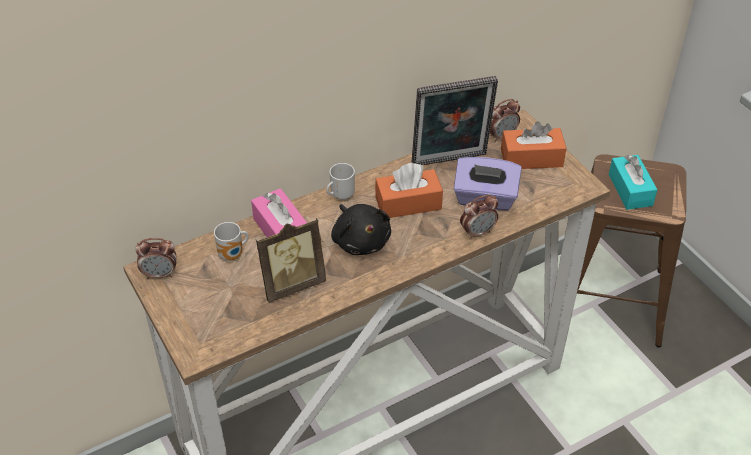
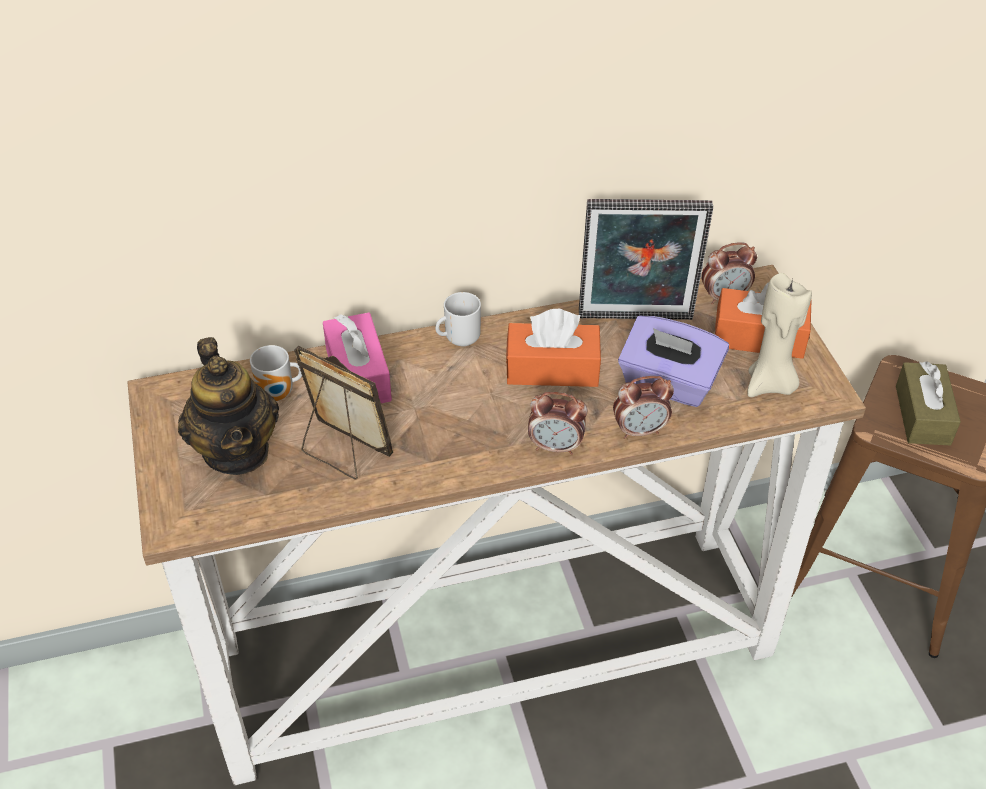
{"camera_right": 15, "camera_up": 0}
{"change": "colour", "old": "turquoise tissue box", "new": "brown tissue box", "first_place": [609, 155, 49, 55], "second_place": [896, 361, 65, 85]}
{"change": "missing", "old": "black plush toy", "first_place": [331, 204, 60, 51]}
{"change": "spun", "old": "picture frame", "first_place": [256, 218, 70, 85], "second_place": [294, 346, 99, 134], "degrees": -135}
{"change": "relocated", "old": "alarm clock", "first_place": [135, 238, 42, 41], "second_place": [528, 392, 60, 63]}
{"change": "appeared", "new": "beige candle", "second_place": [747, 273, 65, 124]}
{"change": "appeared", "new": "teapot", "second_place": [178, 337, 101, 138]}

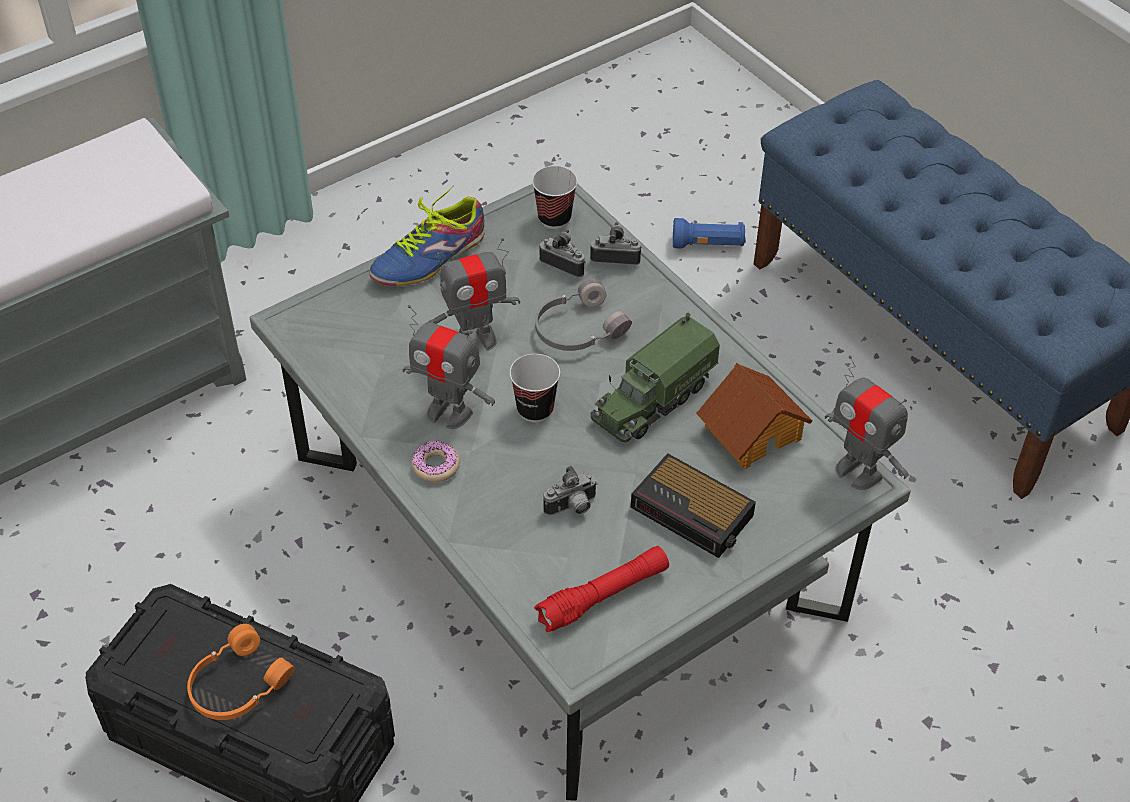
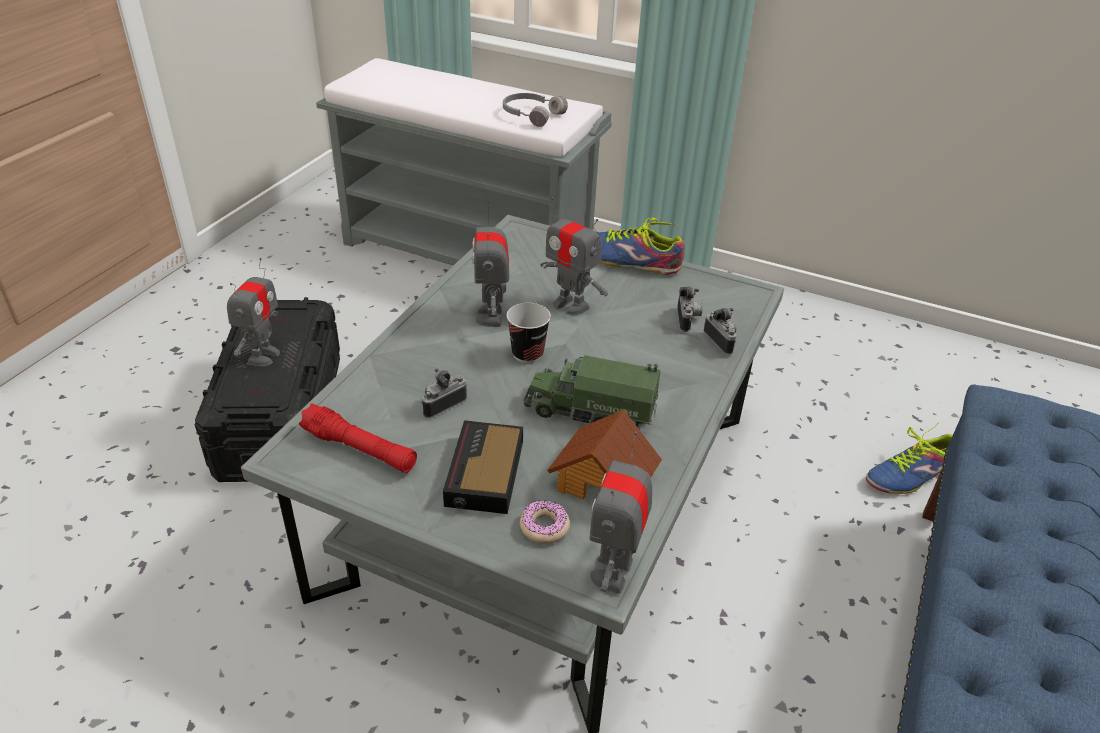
{"camera_right": 60, "camera_up": -10}
{"change": "missing", "old": "cup", "first_place": [532, 166, 46, 63]}
{"change": "exchanged", "old": "blue flashlight", "new": "shoe", "first_place": [673, 218, 73, 31], "second_place": [866, 423, 87, 71]}
{"change": "relocated", "old": "grey headphones", "first_place": [535, 278, 97, 73], "second_place": [503, 93, 65, 34]}
{"change": "relocated", "old": "donut", "first_place": [412, 441, 48, 41], "second_place": [520, 500, 50, 44]}
{"change": "spun", "old": "photo camera", "first_place": [543, 466, 54, 50], "second_place": [421, 368, 46, 50], "degrees": 105}
{"change": "exchanged", "old": "orange headphones", "new": "toy robot", "first_place": [187, 624, 108, 96], "second_place": [227, 258, 53, 108]}

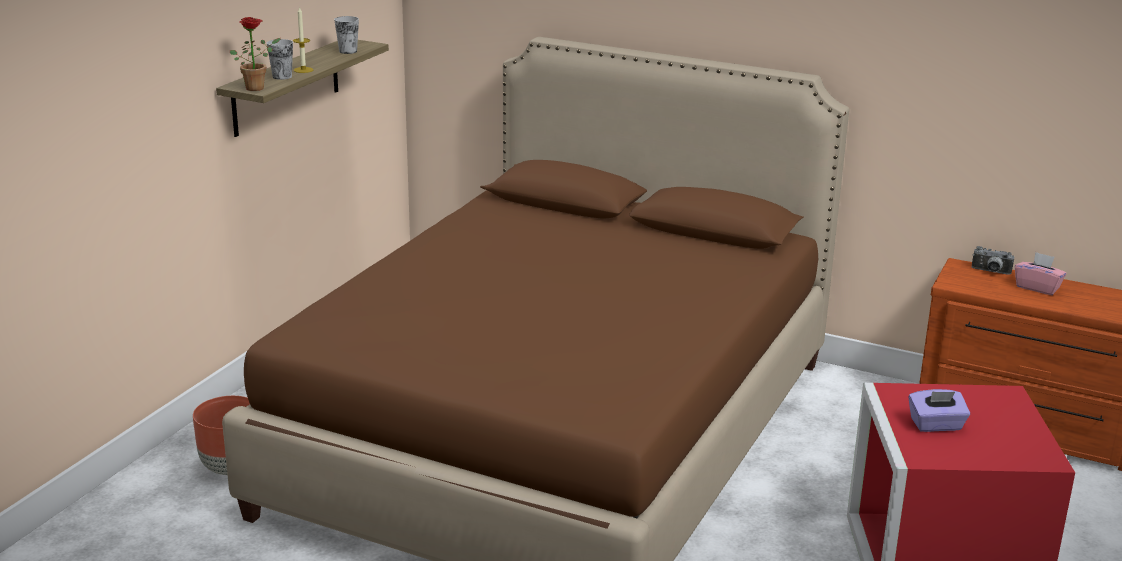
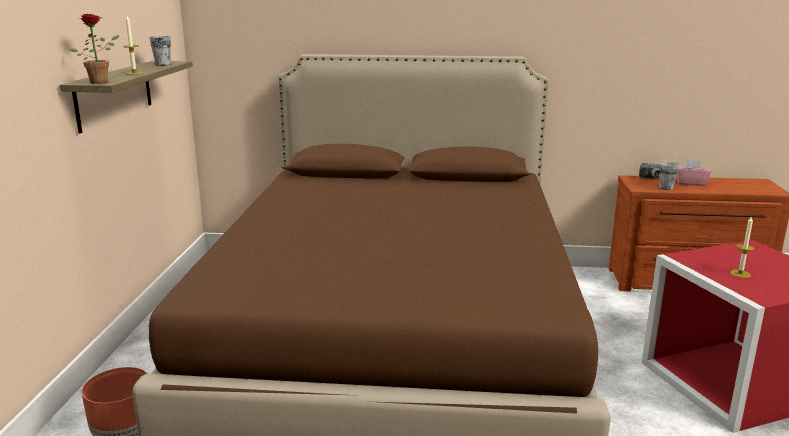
{"camera_right": -20, "camera_up": -5}
{"change": "relocated", "old": "cup", "first_place": [267, 39, 26, 41], "second_place": [659, 162, 20, 28]}
{"change": "exchanged", "old": "purple tissue box", "new": "candle", "first_place": [908, 389, 62, 43], "second_place": [730, 216, 25, 62]}

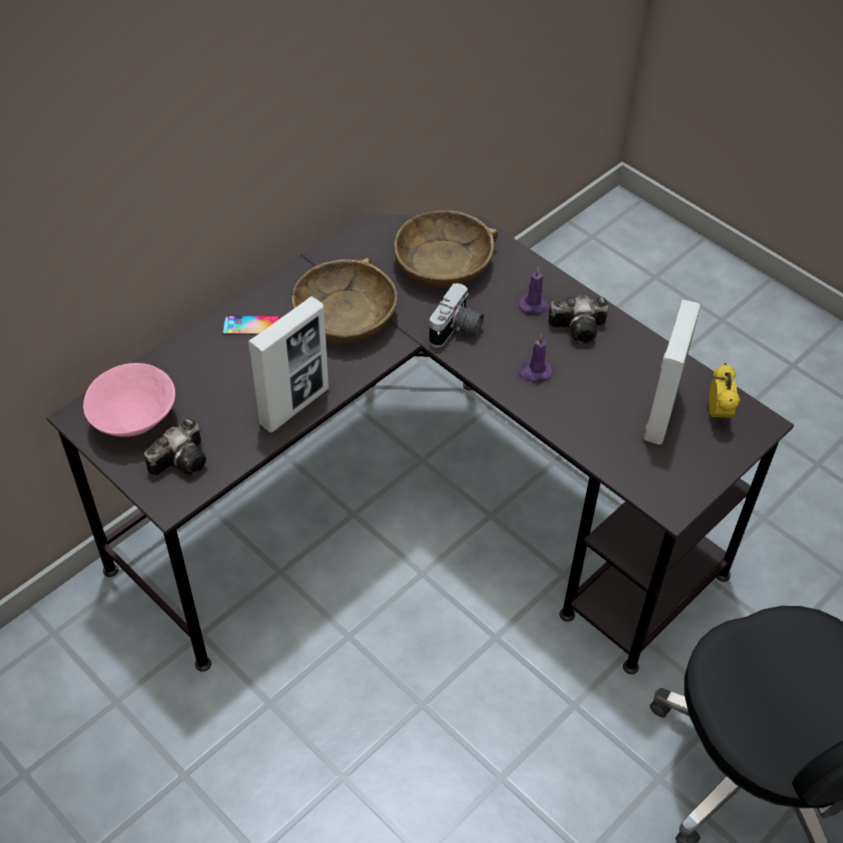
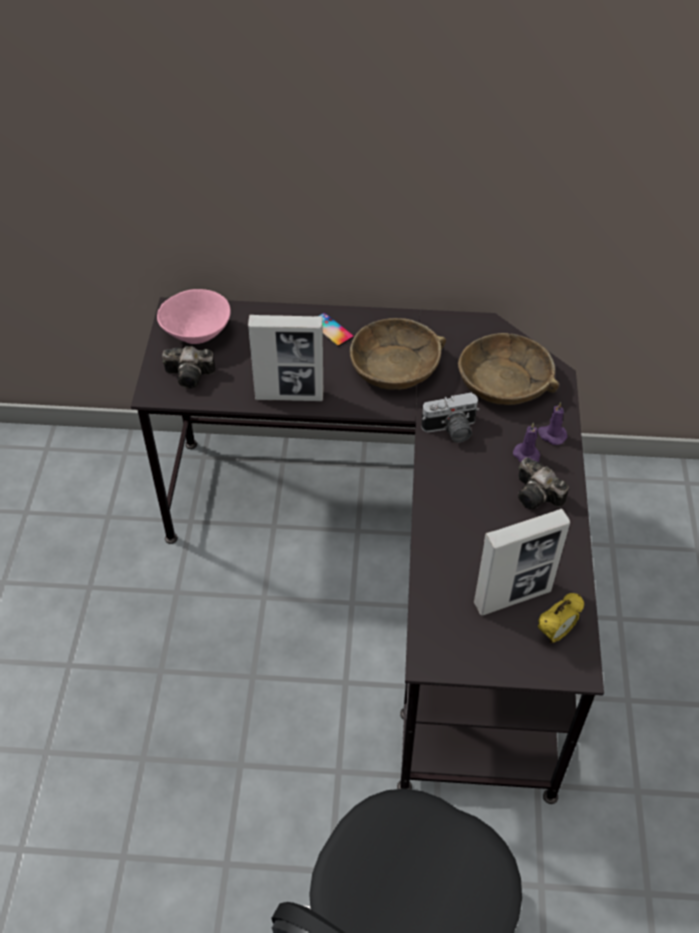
{"camera_right": 50, "camera_up": 0}
{"change": "relocated", "old": "purple candle", "first_place": [519, 334, 33, 48], "second_place": [538, 402, 30, 43]}

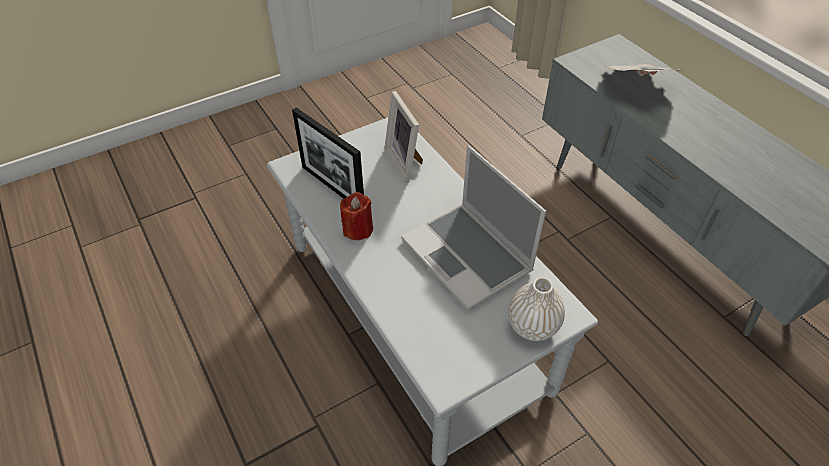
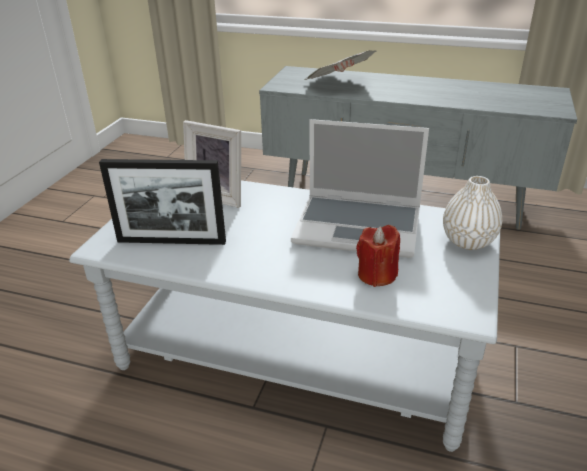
{"camera_right": -40, "camera_up": -15}
{"change": "relocated", "old": "red candle", "first_place": [340, 192, 33, 48], "second_place": [356, 225, 44, 62]}

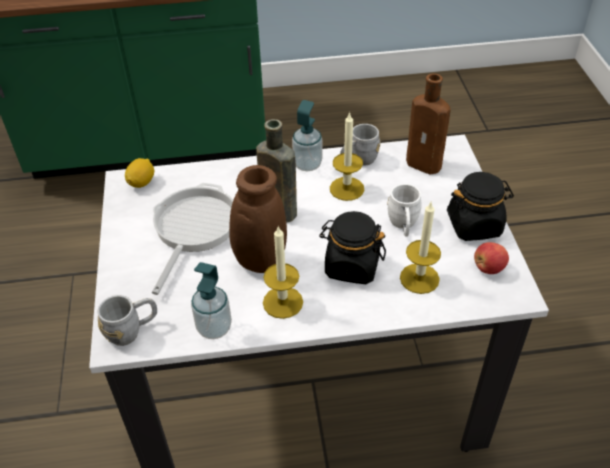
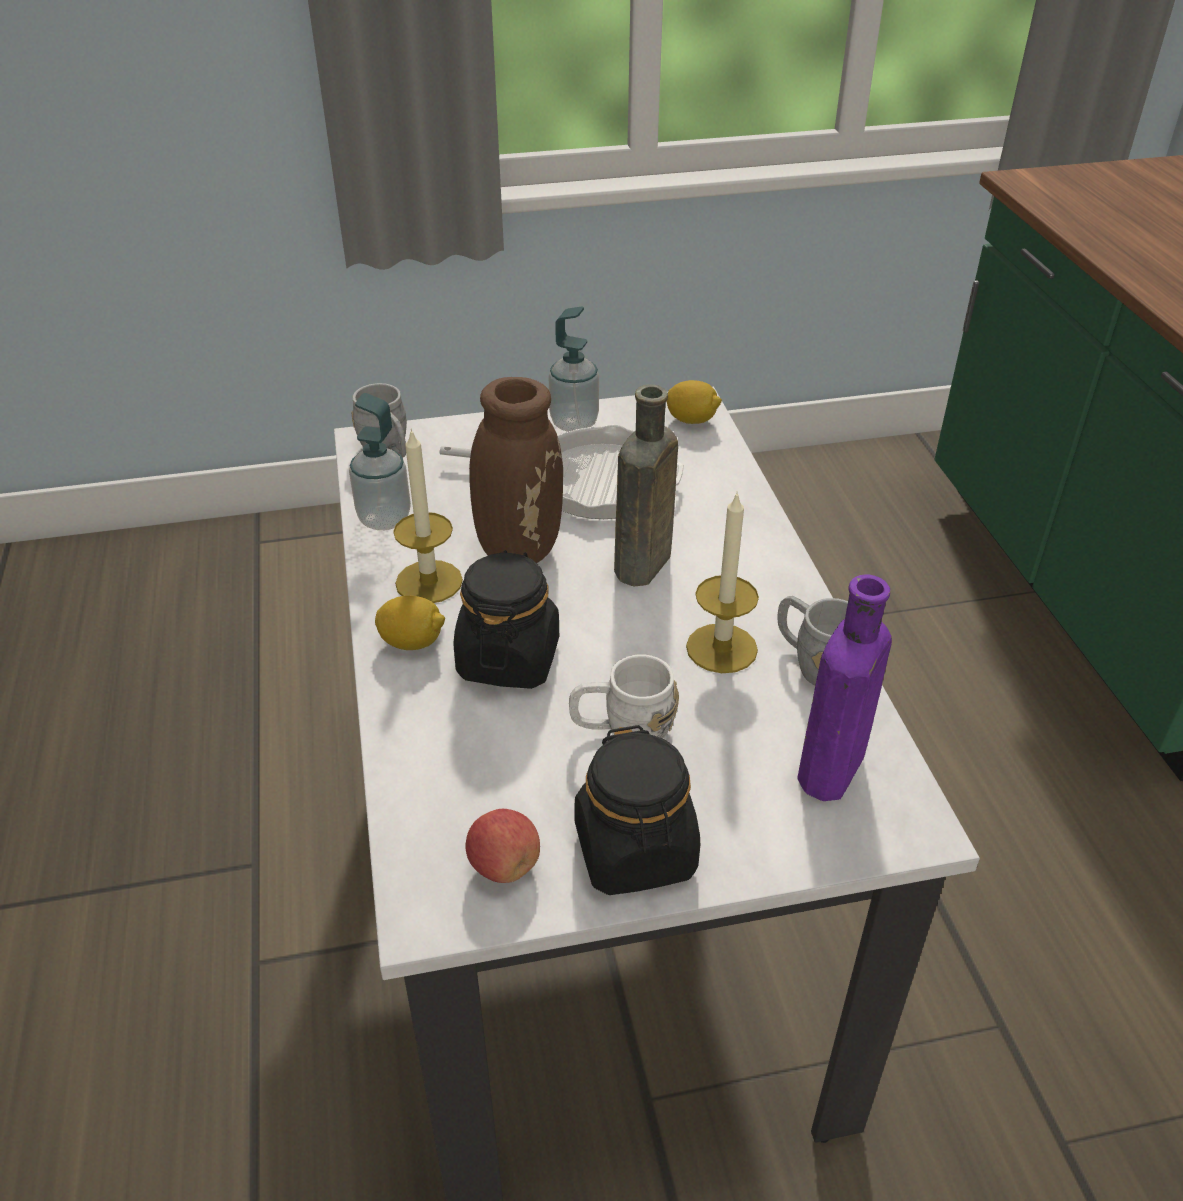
{"camera_right": 85, "camera_up": -5}
{"change": "colour", "old": "brown bottle", "new": "purple bottle", "first_place": [406, 73, 45, 101], "second_place": [797, 574, 95, 227]}
{"change": "relocated", "old": "soap dispenser", "first_place": [292, 100, 30, 71], "second_place": [549, 307, 50, 125]}
{"change": "missing", "old": "candle", "first_place": [400, 202, 41, 92]}
{"change": "appeared", "new": "lemon", "second_place": [375, 596, 70, 54]}

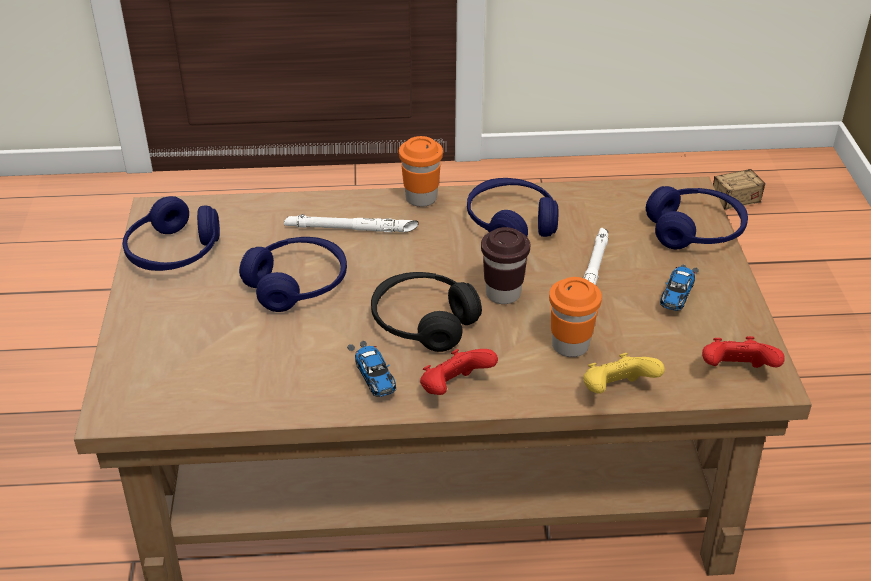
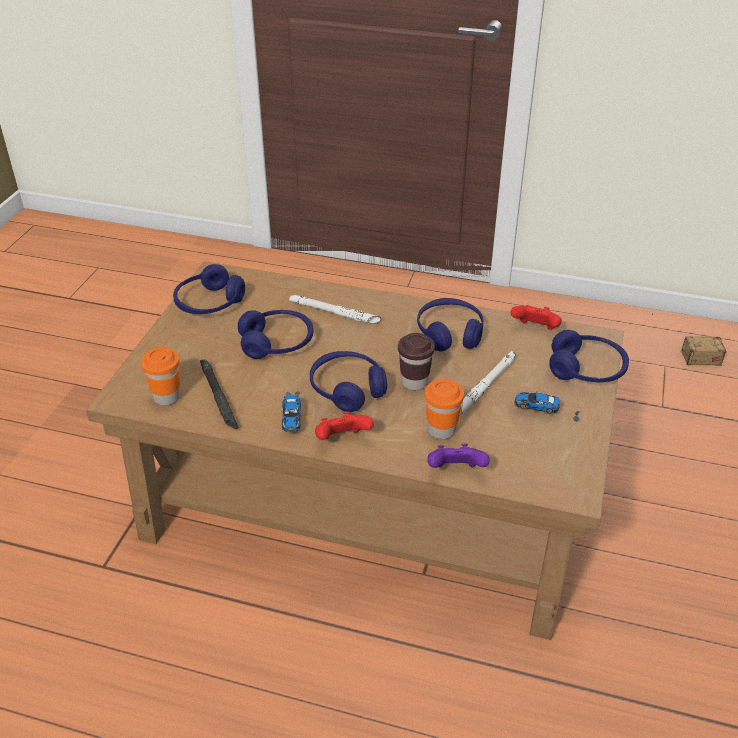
{"camera_right": 20, "camera_up": 0}
{"change": "relocated", "old": "orange cup", "first_place": [399, 136, 44, 71], "second_place": [141, 347, 39, 59]}
{"change": "spun", "old": "toy car", "first_place": [660, 265, 39, 46], "second_place": [514, 392, 66, 29], "degrees": 60}
{"change": "colour", "old": "black headphones", "new": "blue headphones", "first_place": [371, 272, 111, 80], "second_place": [310, 351, 77, 61]}
{"change": "relocated", "old": "red game controller", "first_place": [702, 336, 83, 32], "second_place": [511, 305, 51, 25]}
{"change": "colour", "old": "yellow game controller", "new": "purple game controller", "first_place": [583, 353, 82, 41], "second_place": [427, 444, 63, 24]}
{"change": "appeared", "new": "black flashlight", "second_place": [200, 359, 38, 70]}

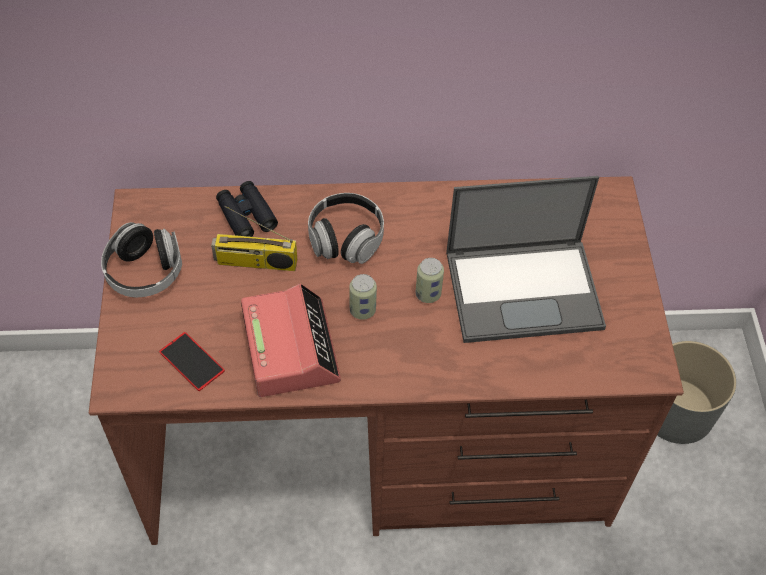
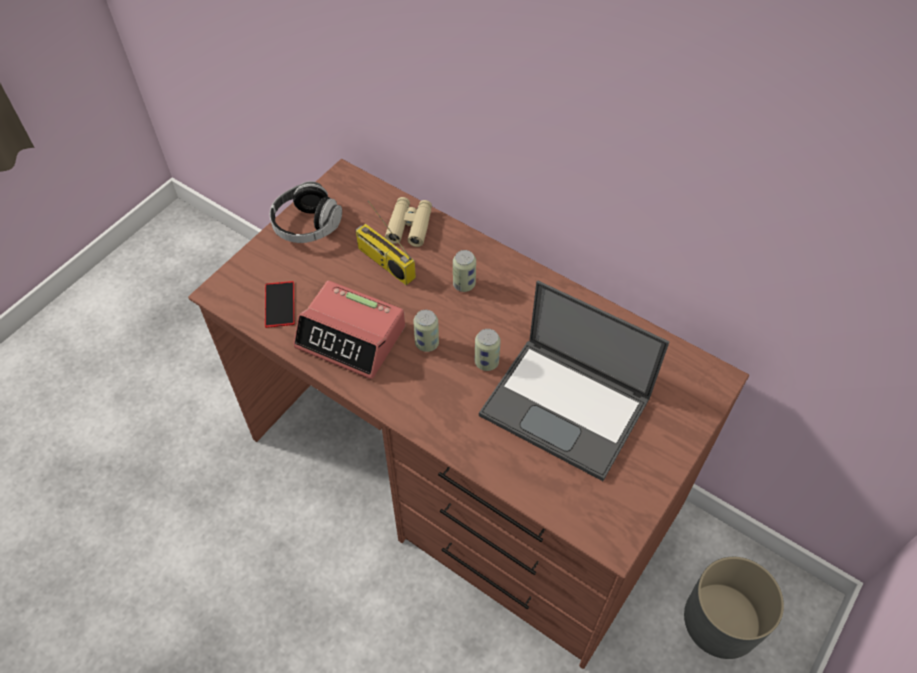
{"camera_right": 40, "camera_up": 0}
{"change": "colour", "old": "black binoculars", "new": "beige binoculars", "first_place": [216, 181, 62, 56], "second_place": [385, 197, 47, 50]}
{"change": "exchanged", "old": "headphones", "new": "can", "first_place": [308, 193, 76, 71], "second_place": [453, 250, 23, 42]}
{"change": "spun", "old": "alarm clock", "first_place": [241, 283, 100, 114], "second_place": [293, 281, 112, 98], "degrees": 90}

